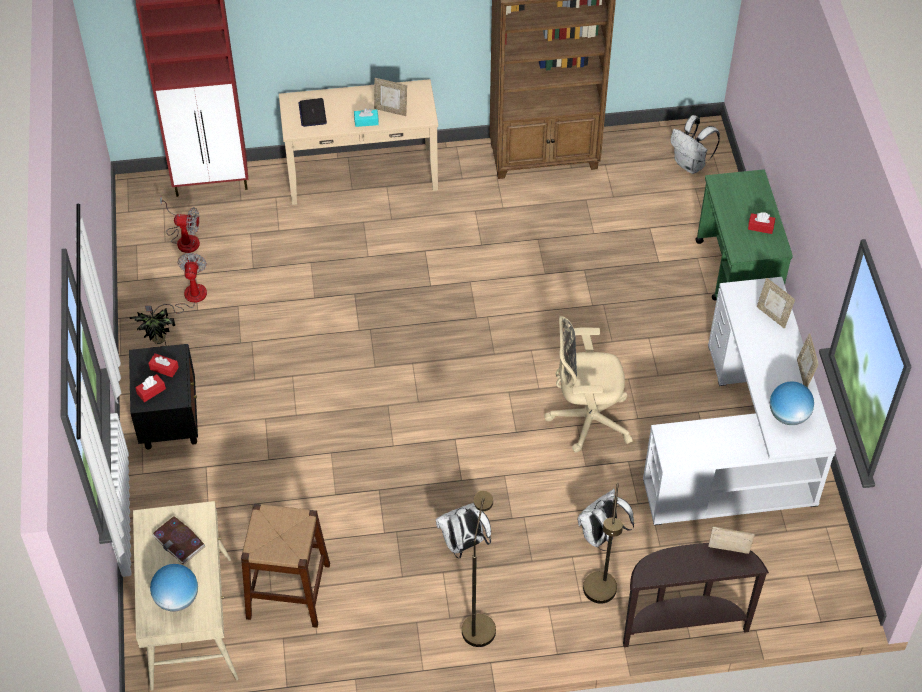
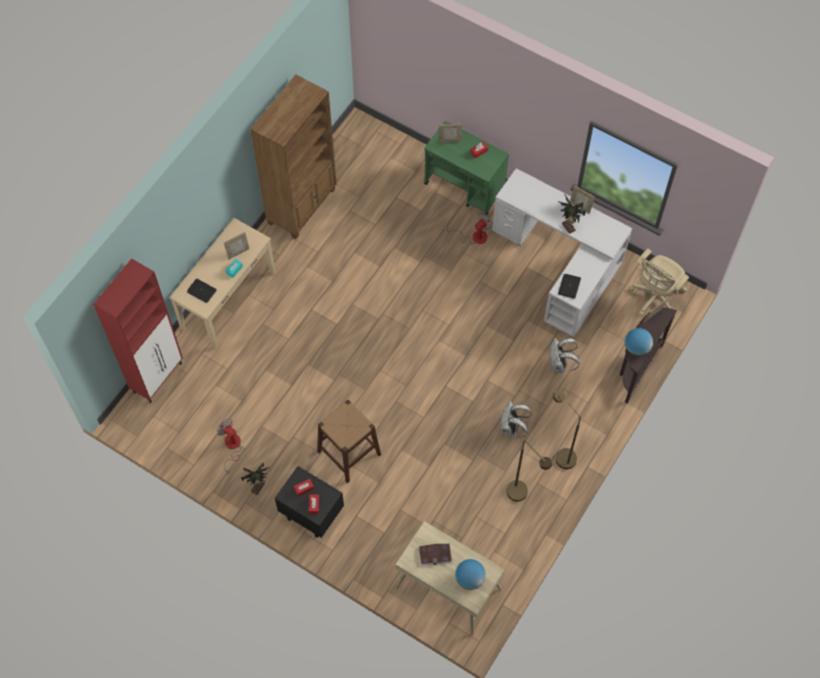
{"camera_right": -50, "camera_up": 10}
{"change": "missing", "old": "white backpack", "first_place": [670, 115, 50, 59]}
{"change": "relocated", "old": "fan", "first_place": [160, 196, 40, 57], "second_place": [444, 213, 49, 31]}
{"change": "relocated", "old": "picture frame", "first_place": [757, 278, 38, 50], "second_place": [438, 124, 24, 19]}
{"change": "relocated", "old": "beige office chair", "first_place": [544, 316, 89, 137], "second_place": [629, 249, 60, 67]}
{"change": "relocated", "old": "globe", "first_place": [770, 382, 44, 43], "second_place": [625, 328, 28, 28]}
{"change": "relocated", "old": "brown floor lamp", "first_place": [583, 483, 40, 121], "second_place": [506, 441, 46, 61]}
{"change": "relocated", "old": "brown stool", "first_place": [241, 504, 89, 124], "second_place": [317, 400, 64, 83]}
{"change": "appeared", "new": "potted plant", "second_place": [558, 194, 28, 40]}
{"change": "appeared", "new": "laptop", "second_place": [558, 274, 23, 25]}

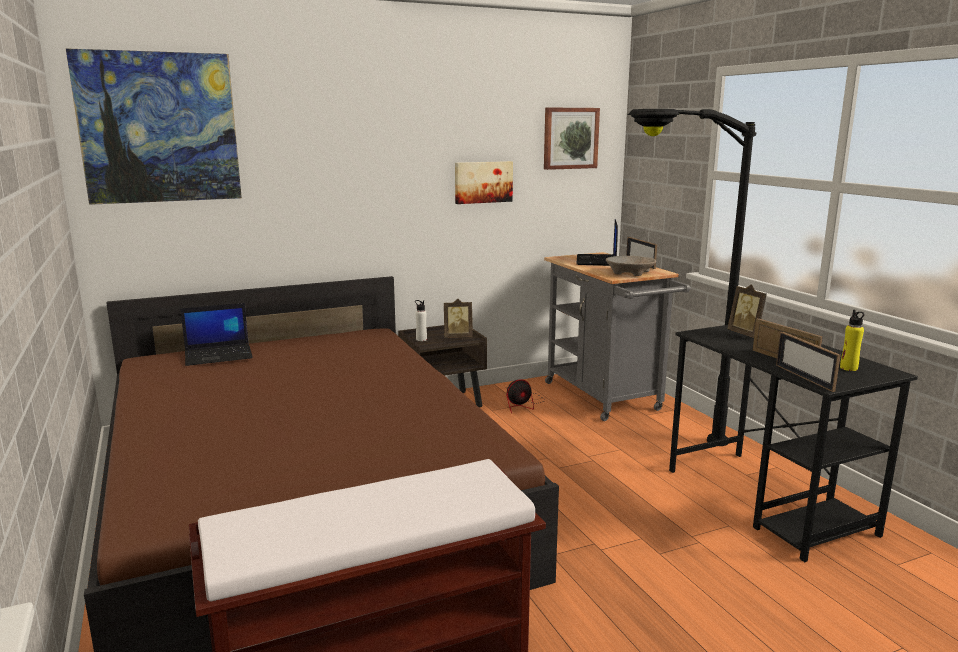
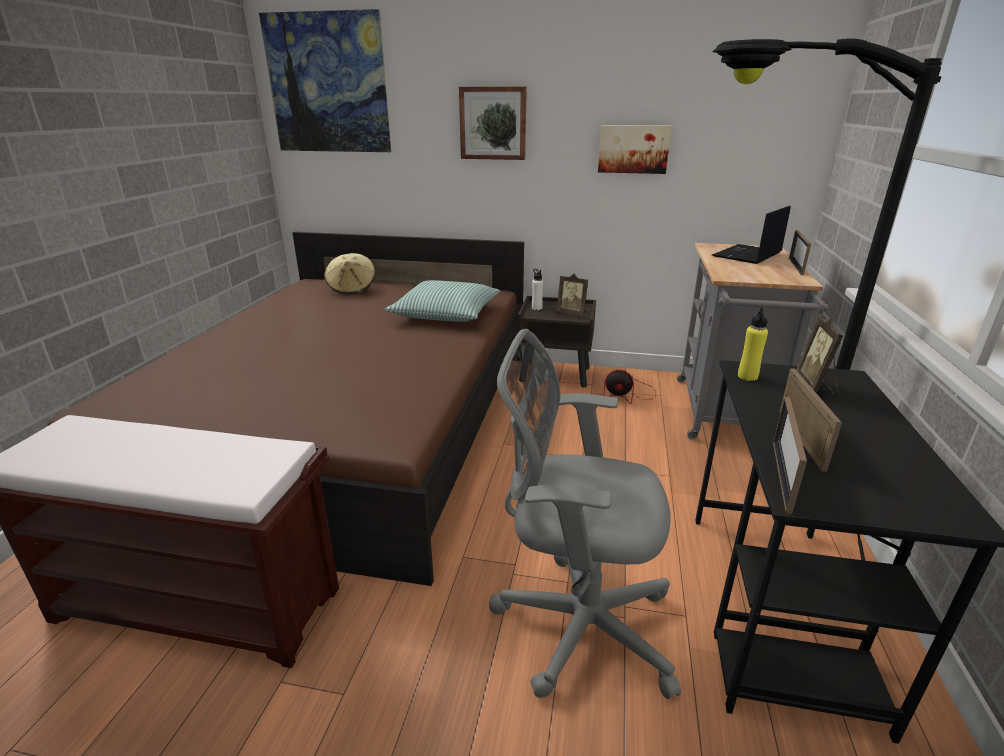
{"camera_right": 35, "camera_up": 10}
{"change": "relocated", "old": "picture", "first_place": [544, 108, 56, 62], "second_place": [459, 87, 68, 73]}
{"change": "missing", "old": "beige bowl", "first_place": [606, 256, 50, 20]}
{"change": "exchanged", "old": "laptop", "new": "beige hat", "first_place": [180, 303, 73, 63], "second_place": [324, 253, 51, 41]}
{"change": "relocated", "old": "yellow bottle", "first_place": [840, 310, 24, 61], "second_place": [738, 308, 30, 73]}
{"change": "appeared", "new": "pillow", "second_place": [384, 280, 116, 42]}
{"change": "appeared", "new": "grey office chair", "second_place": [488, 329, 193, 370]}

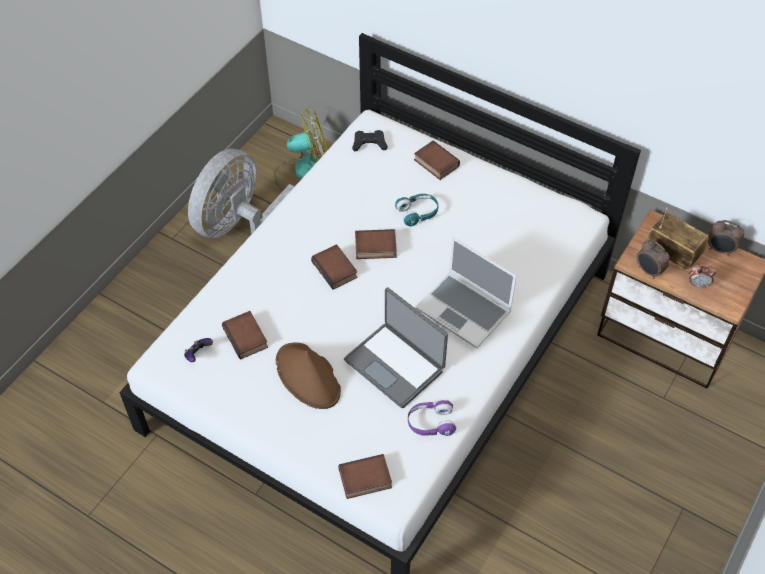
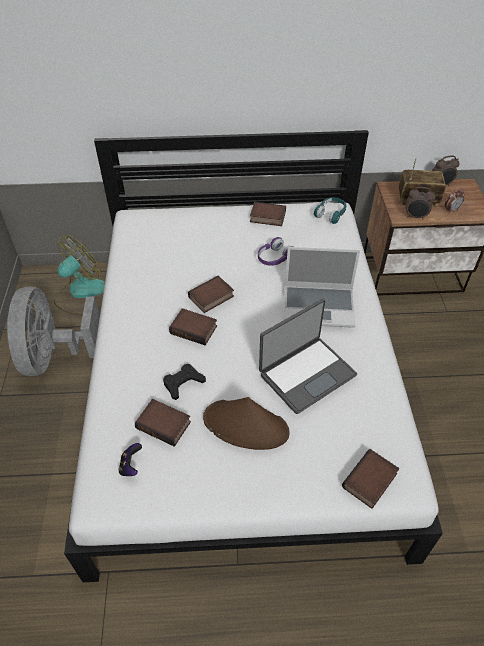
{"camera_right": -35, "camera_up": -5}
{"change": "relocated", "old": "black game controller", "first_place": [352, 130, 35, 22], "second_place": [163, 364, 43, 36]}
{"change": "relocated", "old": "book", "first_place": [414, 140, 46, 40], "second_place": [250, 202, 36, 24]}
{"change": "relocated", "old": "turquoise headphones", "first_place": [395, 194, 43, 33], "second_place": [314, 197, 32, 27]}
{"change": "spun", "old": "laptop", "first_place": [344, 287, 104, 121], "second_place": [259, 299, 98, 115], "degrees": -45}
{"change": "relocated", "old": "purple headphones", "first_place": [408, 400, 48, 36], "second_place": [258, 237, 35, 29]}

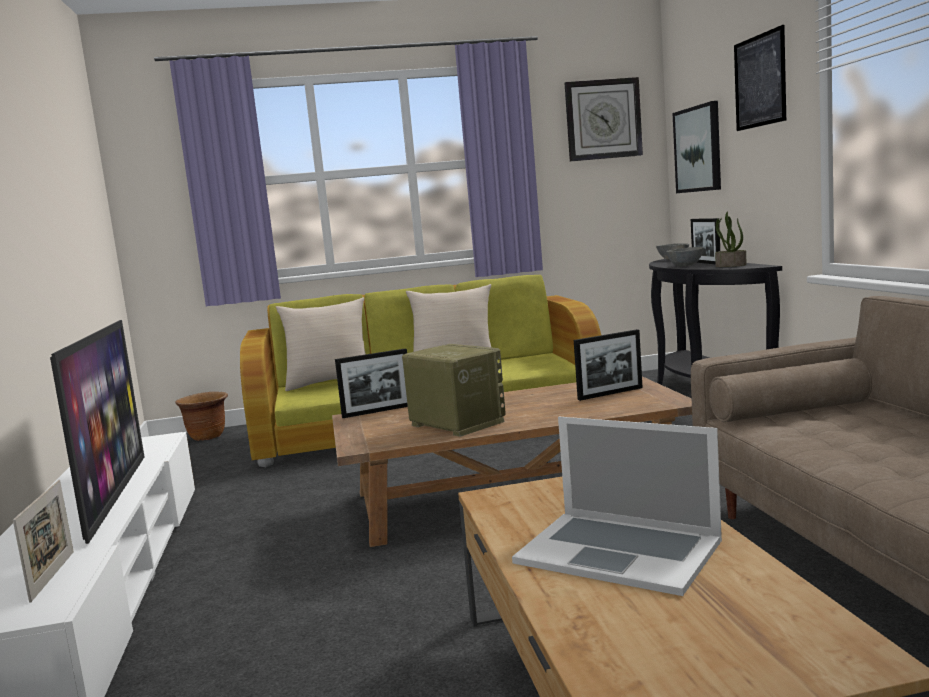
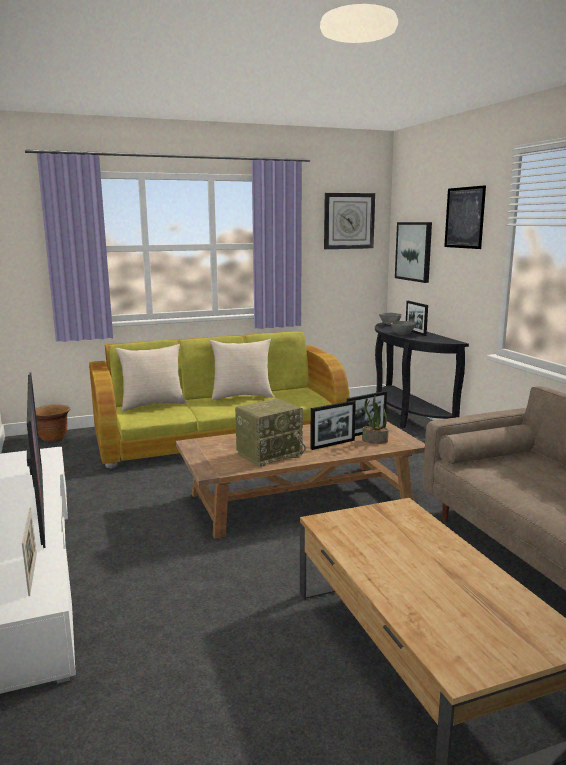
{"camera_right": -10, "camera_up": 5}
{"change": "relocated", "old": "potted plant", "first_place": [715, 211, 32, 56], "second_place": [362, 395, 26, 49]}
{"change": "spun", "old": "radio", "first_place": [402, 344, 104, 93], "second_place": [235, 398, 71, 69], "degrees": 105}
{"change": "relocated", "old": "picture frame", "first_place": [335, 348, 73, 70], "second_place": [310, 401, 46, 49]}
{"change": "missing", "old": "laptop", "first_place": [512, 417, 210, 179]}

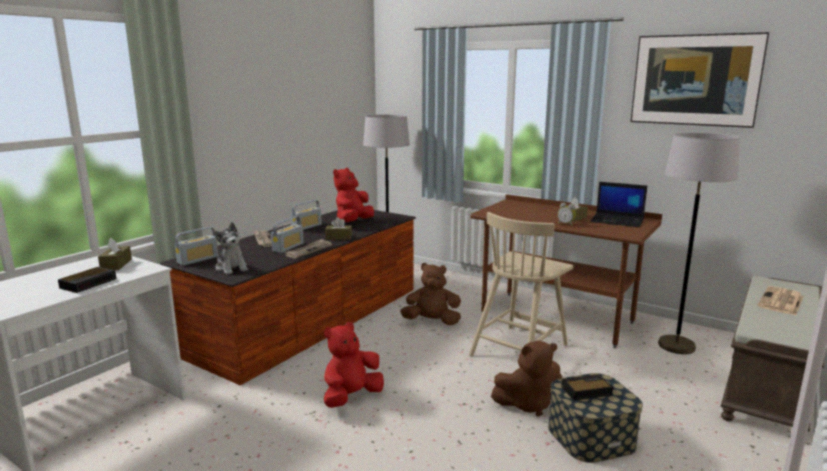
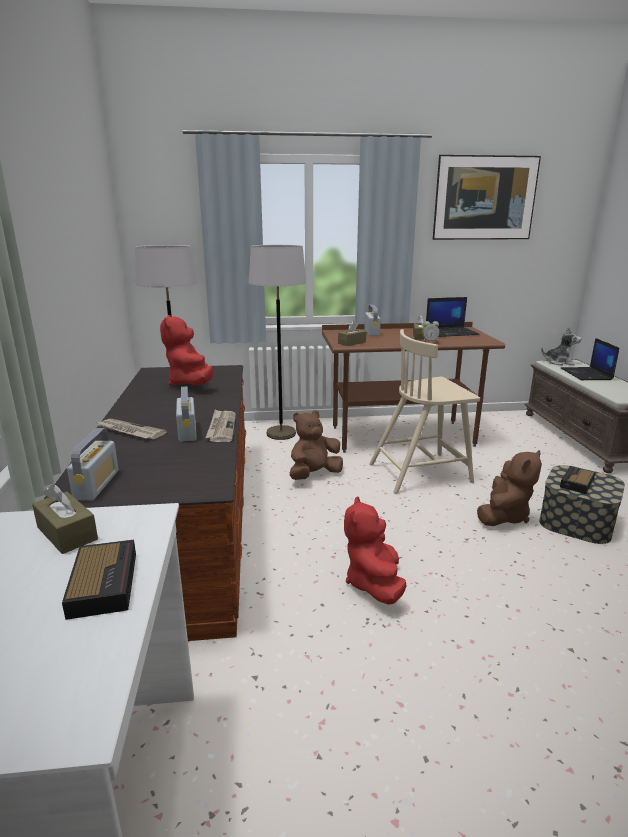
{"camera_right": -40, "camera_up": 5}
{"change": "relocated", "old": "grey floor lamp", "first_place": [658, 133, 82, 221], "second_place": [249, 245, 58, 195]}
{"change": "relocated", "old": "radio", "first_place": [291, 200, 31, 30], "second_place": [364, 305, 17, 31]}
{"change": "spun", "old": "beige chair", "first_place": [469, 212, 104, 144], "second_place": [369, 329, 111, 165], "degrees": 75}
{"change": "relocated", "old": "brown tissue box", "first_place": [325, 217, 27, 23], "second_place": [338, 321, 28, 25]}
{"change": "relocated", "old": "plush toy", "first_place": [214, 222, 34, 53], "second_place": [541, 327, 40, 38]}
{"change": "exchanged", "old": "newspaper", "new": "laptop", "first_place": [757, 286, 47, 29], "second_place": [561, 338, 58, 42]}

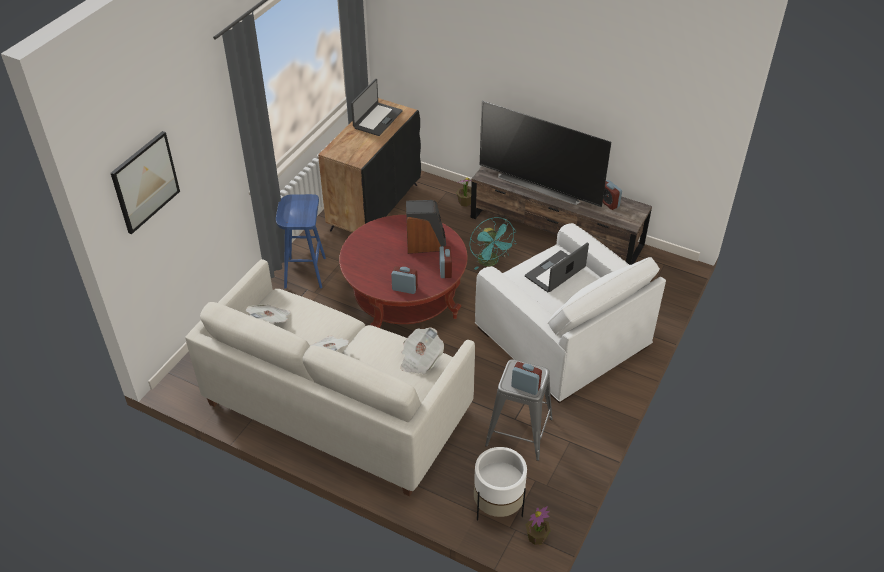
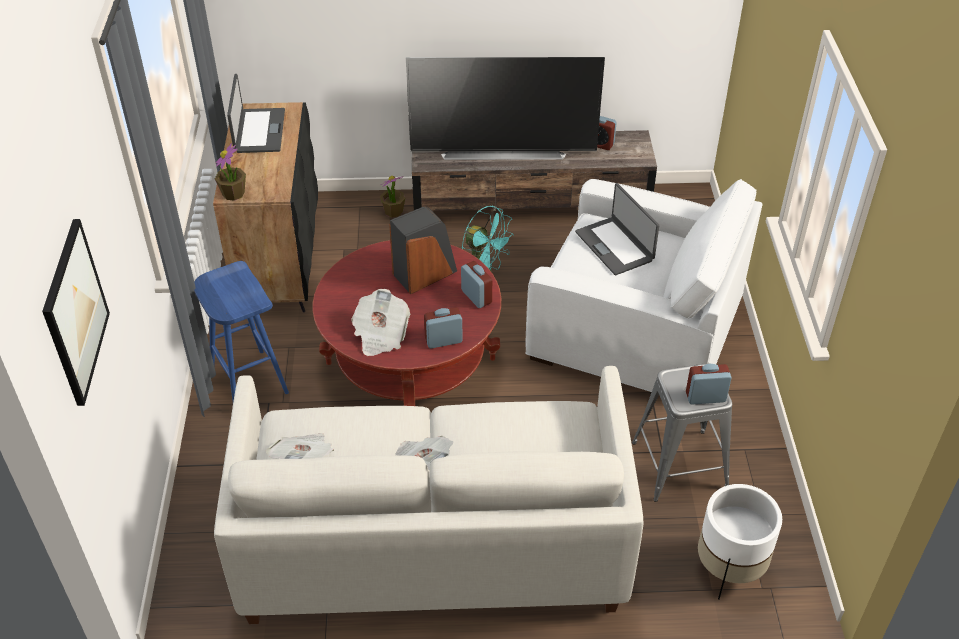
{"camera_right": -30, "camera_up": 0}
{"change": "spun", "old": "laptop", "first_place": [525, 242, 64, 50], "second_place": [575, 183, 84, 92], "degrees": -45}
{"change": "relocated", "old": "newspaper", "first_place": [400, 328, 44, 47], "second_place": [351, 289, 59, 67]}
{"change": "relocated", "old": "potted plant", "first_place": [526, 506, 25, 39], "second_place": [215, 143, 31, 58]}

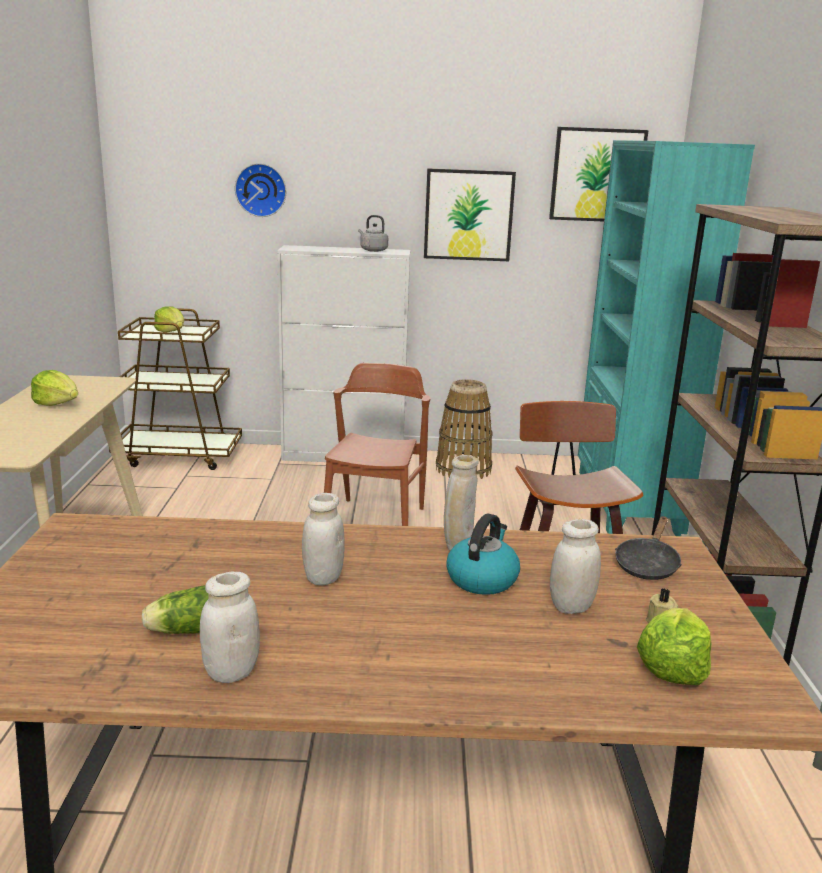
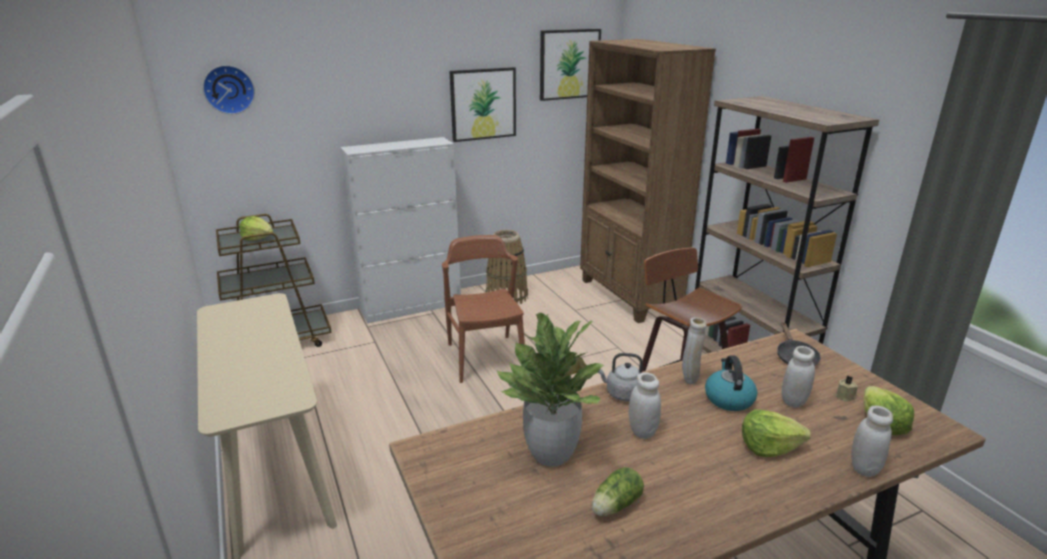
{"camera_right": -25, "camera_up": 5}
{"change": "colour", "old": "turquoise bookcase", "new": "brown bookcase", "first_place": [578, 140, 177, 396], "second_place": [580, 39, 136, 284]}
{"change": "relocated", "old": "wall clock", "first_place": [235, 163, 51, 54], "second_place": [203, 65, 52, 49]}
{"change": "relocated", "old": "grey kettle", "first_place": [358, 215, 30, 37], "second_place": [598, 353, 45, 48]}
{"change": "relocated", "old": "lettuce", "first_place": [31, 370, 47, 36], "second_place": [742, 409, 69, 48]}
{"change": "relocated", "old": "white jar", "first_place": [200, 572, 60, 111], "second_place": [851, 406, 42, 71]}
{"change": "appeared", "new": "potted plant", "second_place": [497, 313, 108, 153]}

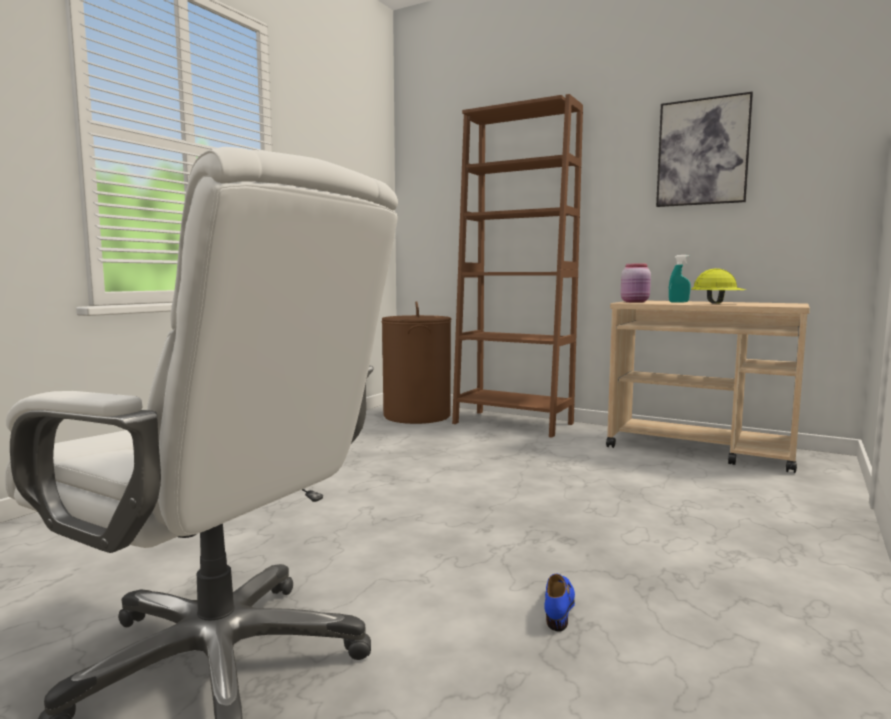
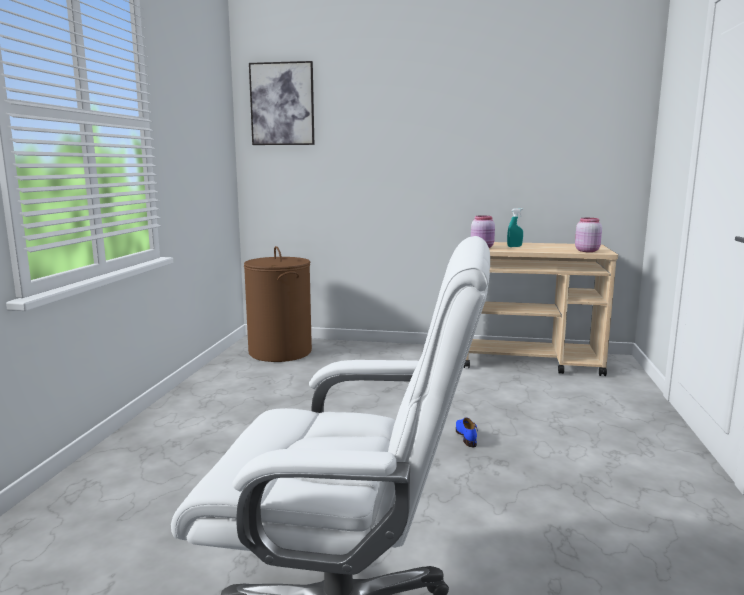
{"camera_right": -20, "camera_up": 5}
{"change": "relocated", "old": "picture", "first_place": [656, 91, 97, 116], "second_place": [249, 61, 65, 84]}
{"change": "missing", "old": "brown bookcase", "first_place": [452, 94, 131, 344]}
{"change": "missing", "old": "yellow hard hat", "first_place": [691, 268, 54, 36]}
{"change": "relocated", "old": "blue shoe", "first_place": [544, 574, 31, 58], "second_place": [456, 417, 22, 30]}
{"change": "appeared", "new": "pink jar", "second_place": [575, 218, 27, 34]}

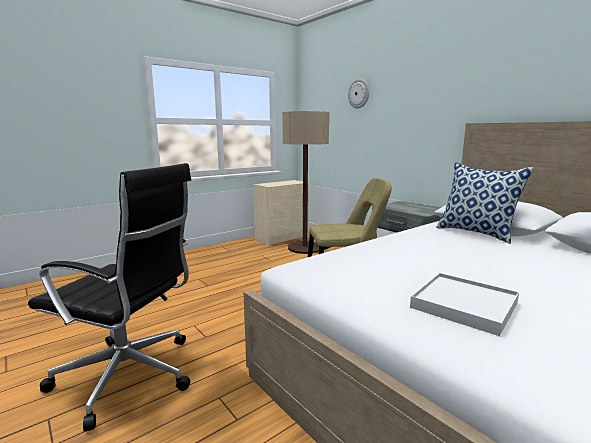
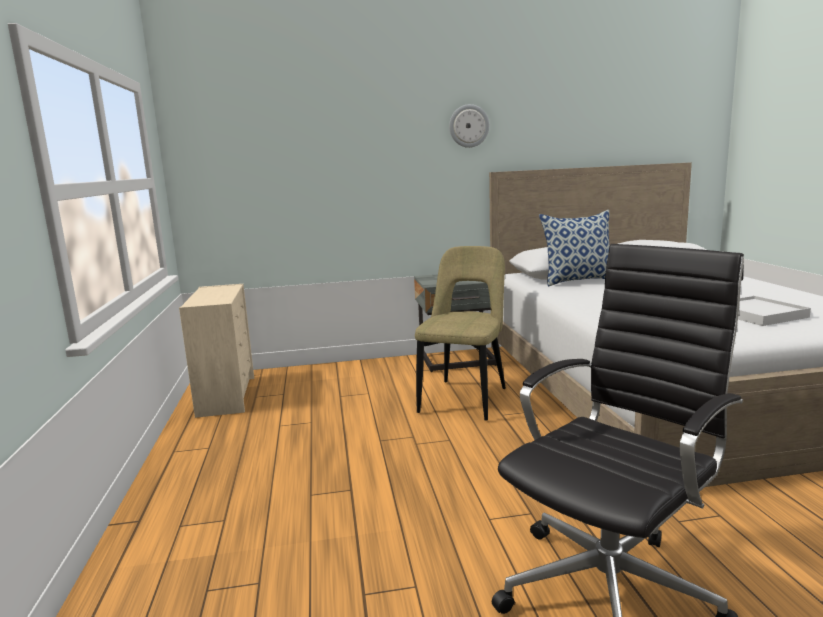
{"camera_right": -60, "camera_up": 0}
{"change": "relocated", "old": "wall clock", "first_place": [348, 79, 21, 30], "second_place": [449, 104, 40, 44]}
{"change": "missing", "old": "floor lamp", "first_place": [282, 111, 47, 143]}

